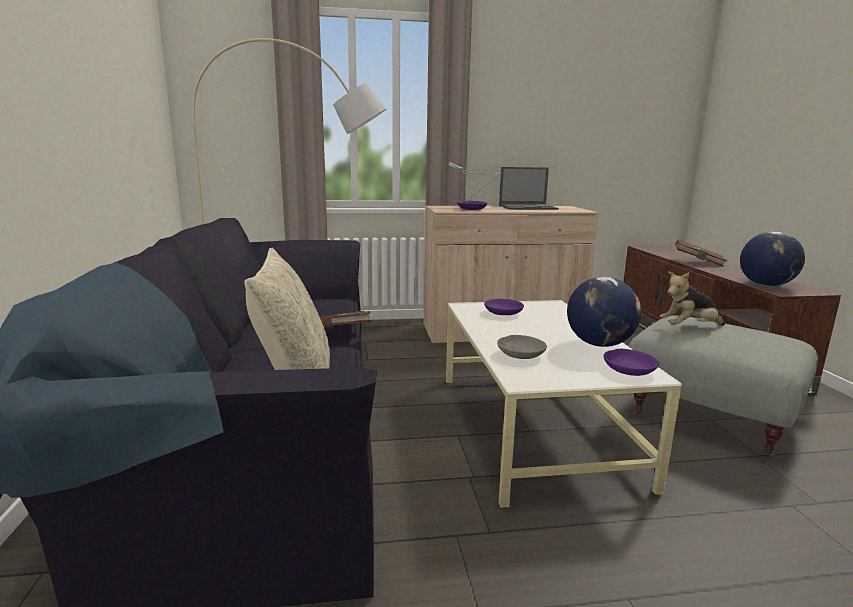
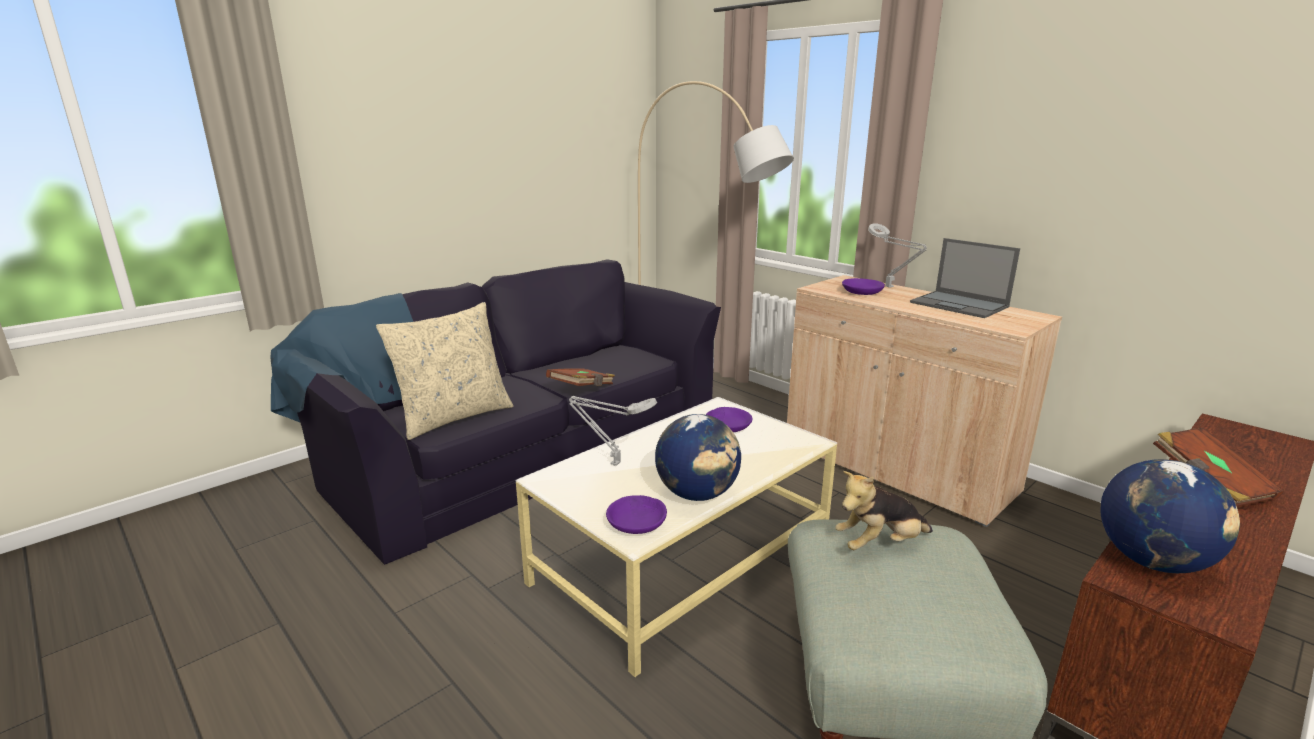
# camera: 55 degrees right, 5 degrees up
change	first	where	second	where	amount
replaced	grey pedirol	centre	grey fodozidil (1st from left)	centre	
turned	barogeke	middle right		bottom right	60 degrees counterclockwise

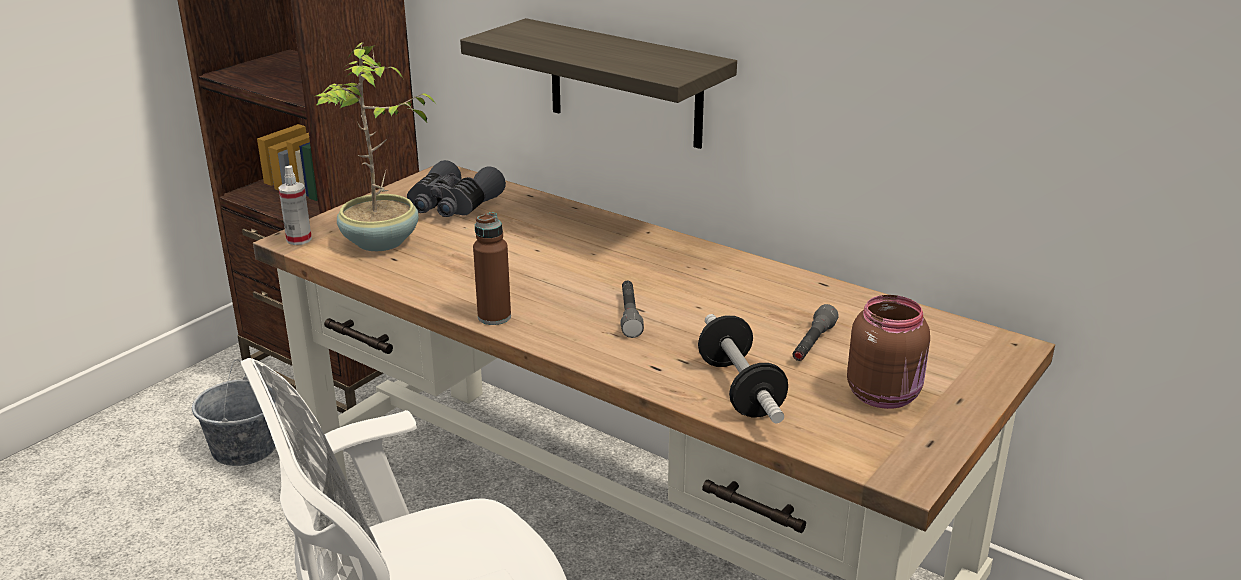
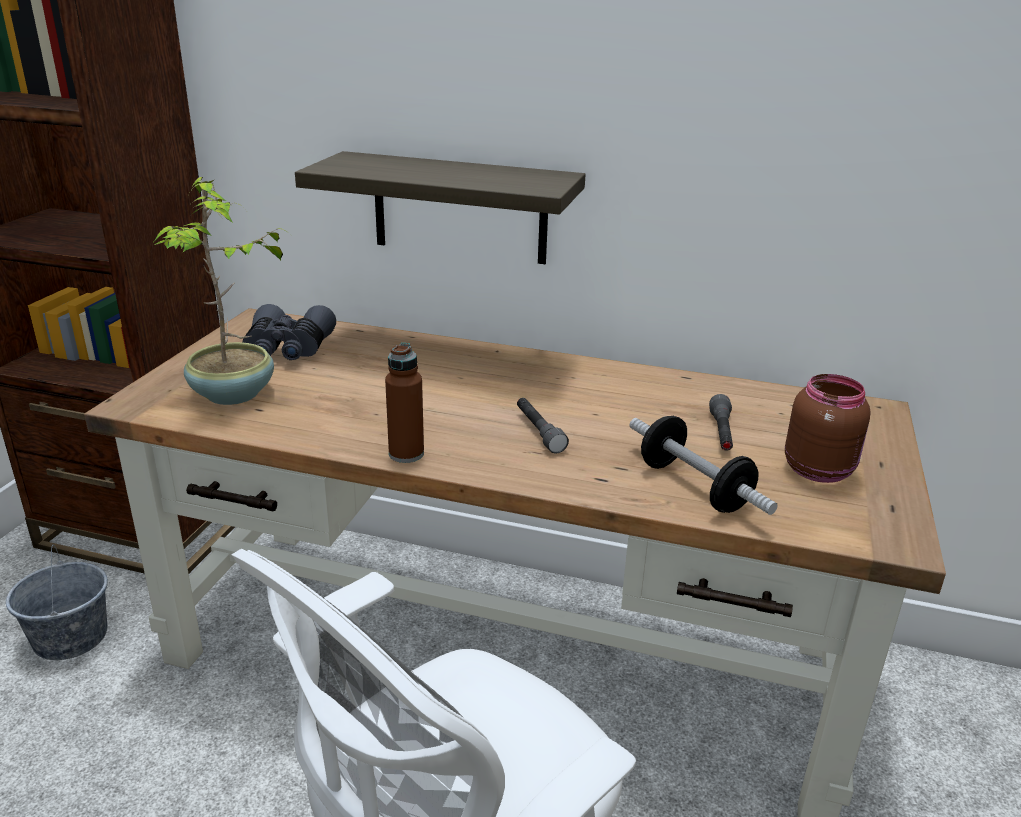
# camera: 20 degrees left, 0 degrees up
change	first	where	second	where	amount
removed	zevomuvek	middle left			

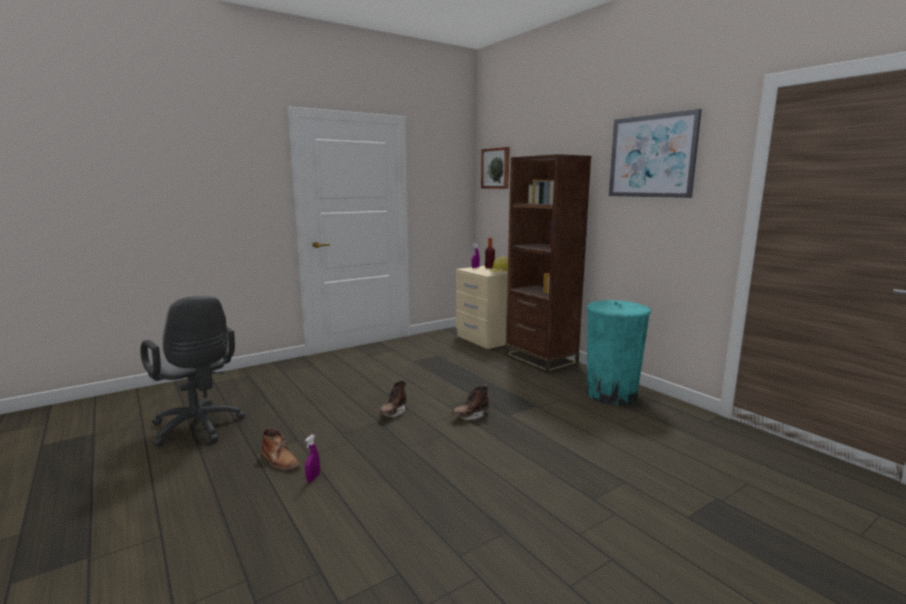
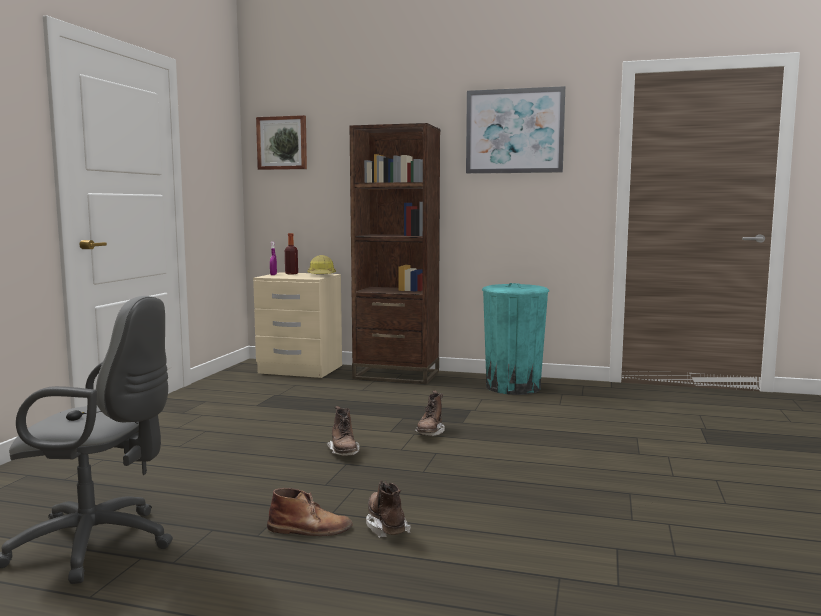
# camera: 40 degrees left, 5 degrees down
change	first	where	second	where	amount
replaced	purple zevomuvek (1st from left)	bottom centre	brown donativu (3rd from left)	bottom centre	

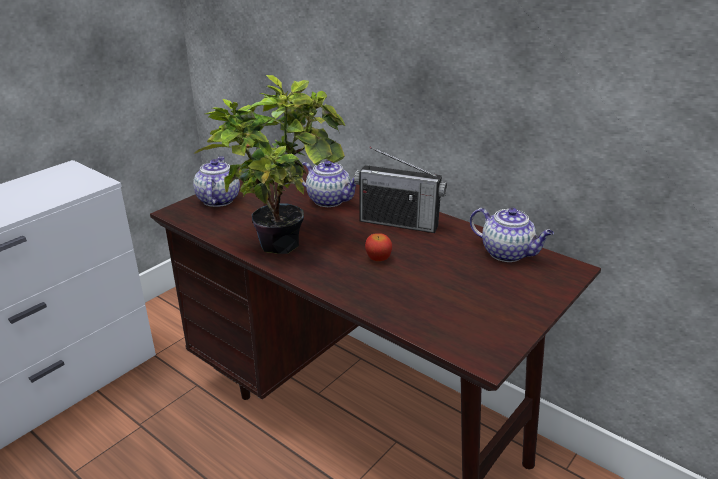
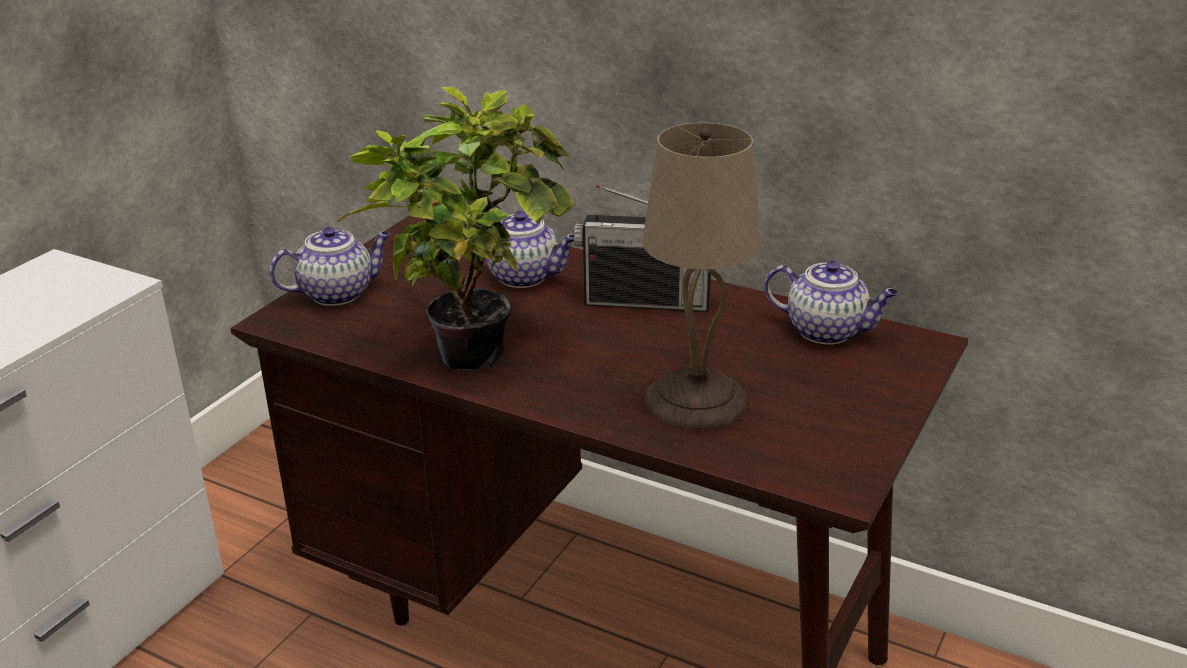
# camera: 10 degrees left, 0 degrees up
change	first	where	second	where	amount
turned	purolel (1st from left)	middle left		middle left	75 degrees clockwise
removed	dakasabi	centre			
added			beige fodozidil	centre	

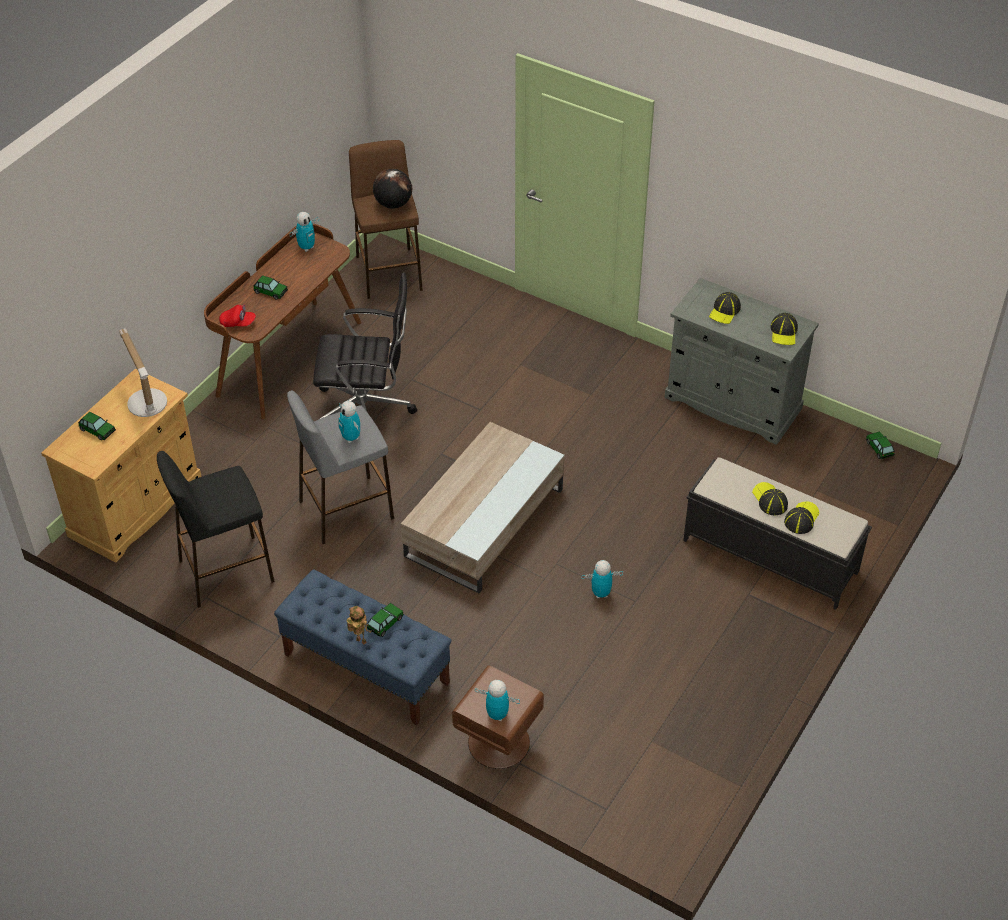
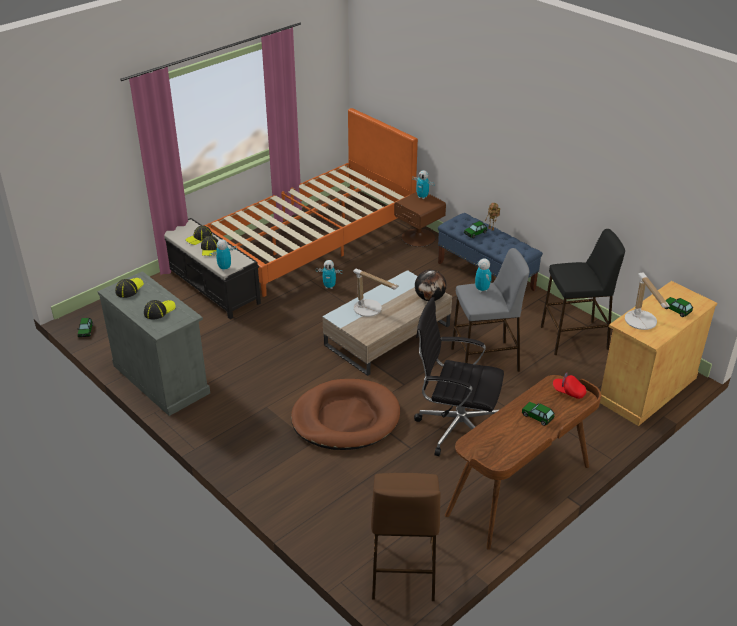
# camera: 165 degrees left, 10 degrees down
change	first	where	second	where	amount
moved	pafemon (1st from left)	top left		middle left	
moved	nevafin	top centre		centre	
added			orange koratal	top centre	
added			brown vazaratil	centre	
added			fodozidil (1st from left)	centre	

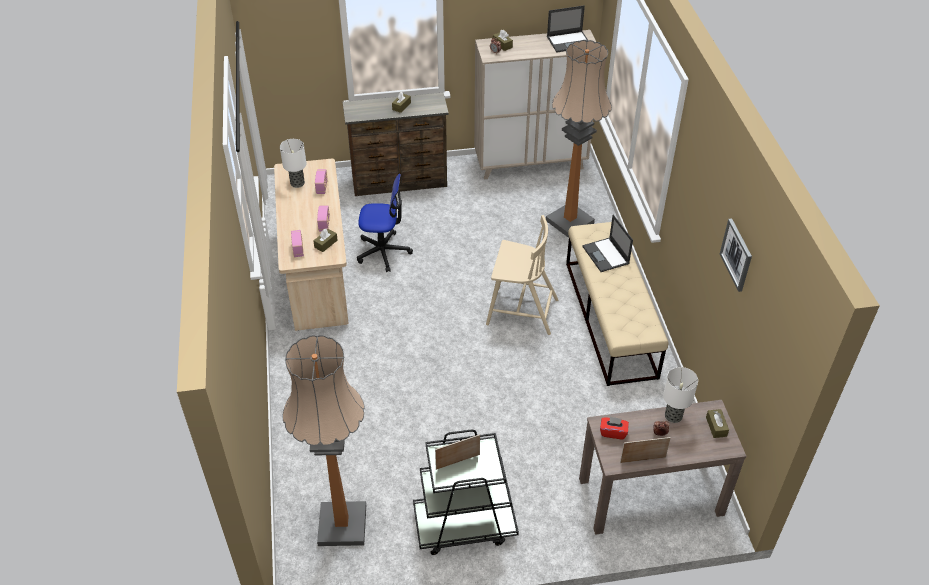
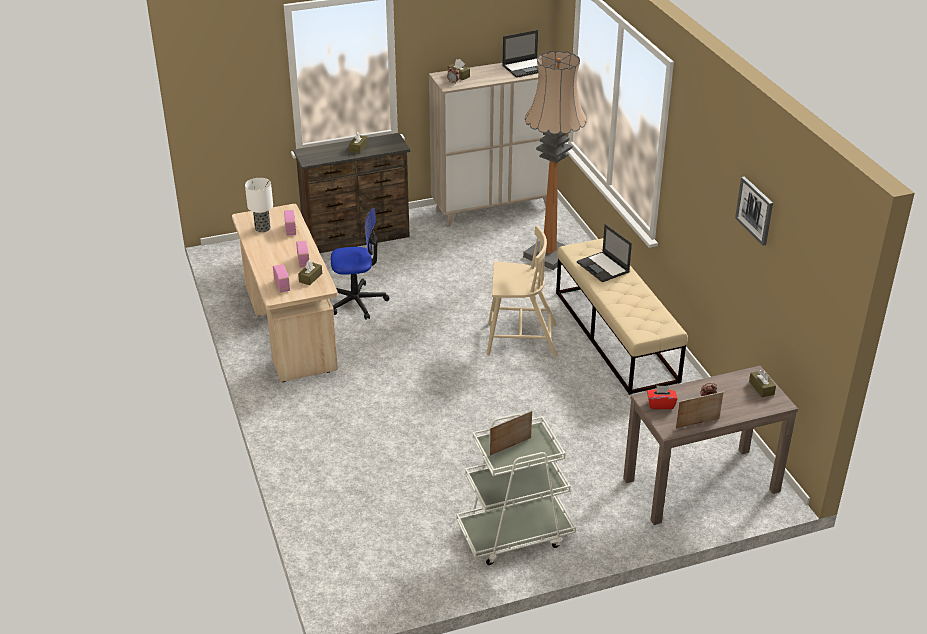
# camera: 10 degrees left, 10 degrees down
change	first	where	second	where	amount
removed	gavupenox (1st from left)	bottom centre			
recoloured	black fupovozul	bottom centre	white fupovozul	bottom centre	
removed	fodozidil (2nd from left)	bottom right			

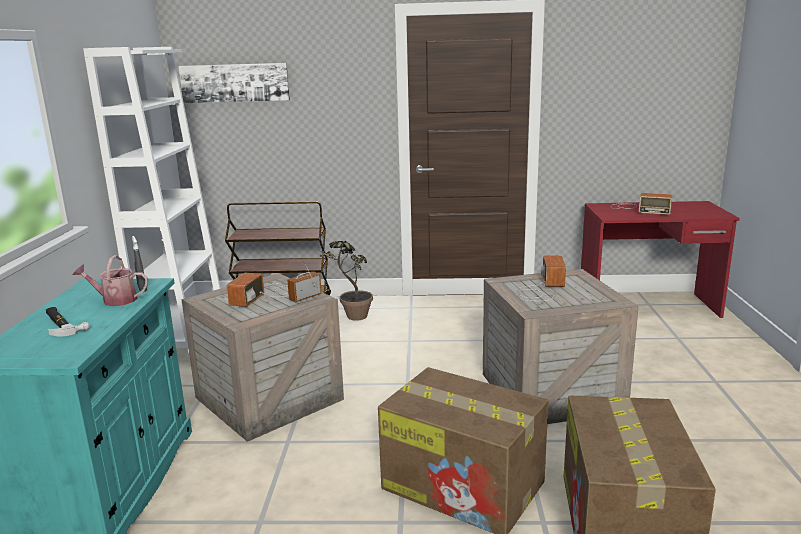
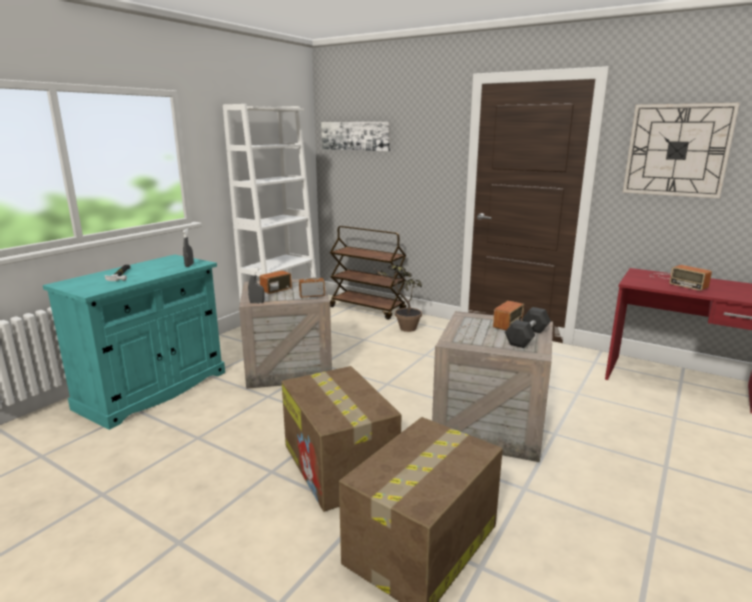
# camera: 30 degrees right, 0 degrees up
change	first	where	second	where	amount
removed	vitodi	middle left			
added			grey zevomuvek (2nd from left)	centre	
added			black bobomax	middle right	
added			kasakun	top right	

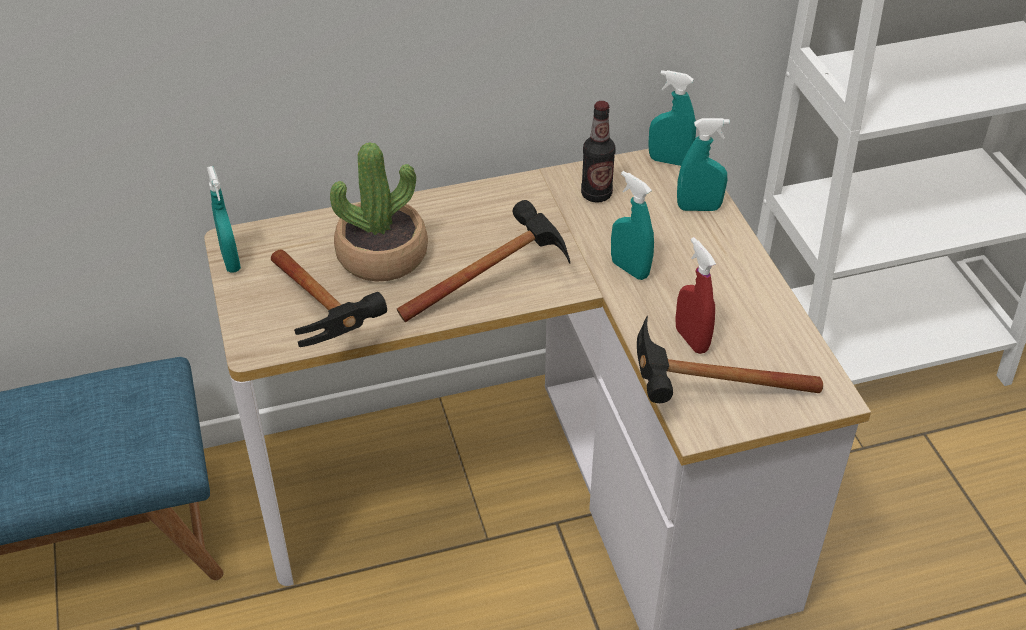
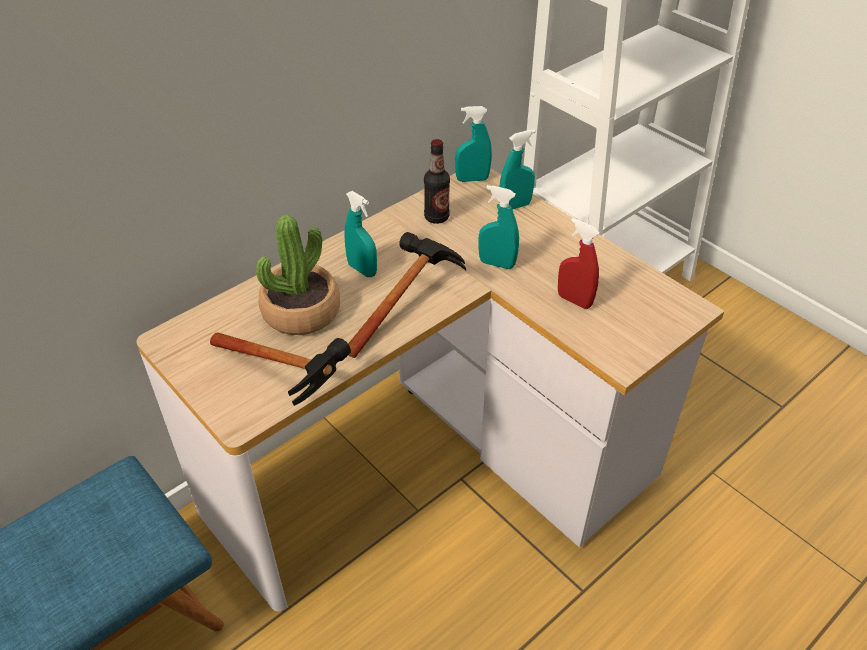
# camera: 25 degrees left, 0 degrees up
change	first	where	second	where	amount
moved	turquoise zevomuvek (1st from left)	middle left		centre	
removed	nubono (3rd from left)	middle right			

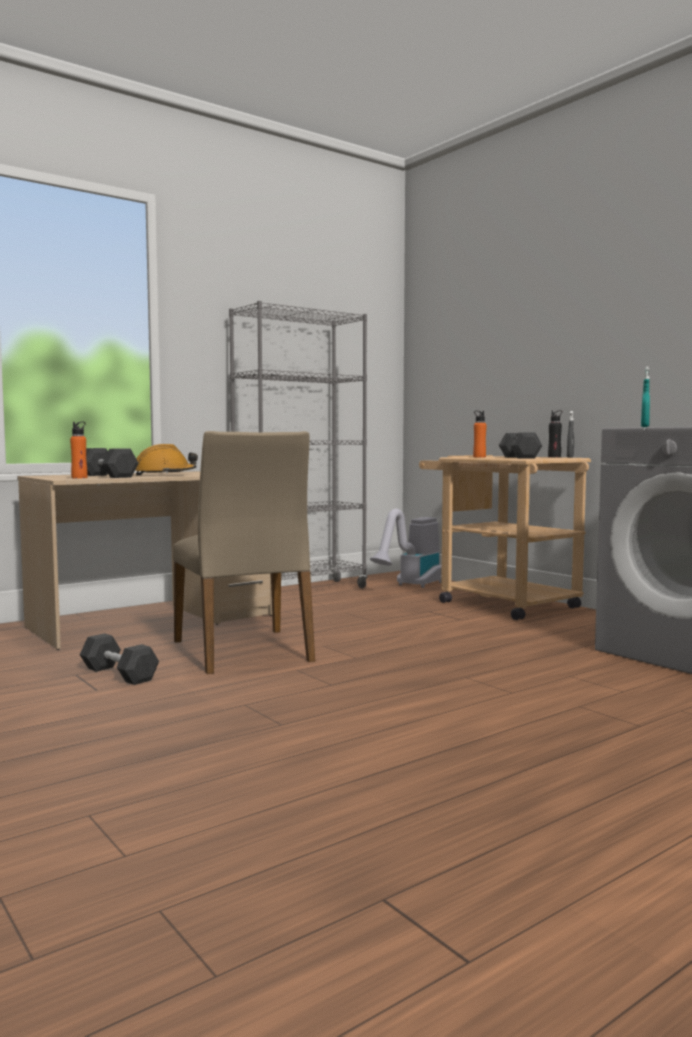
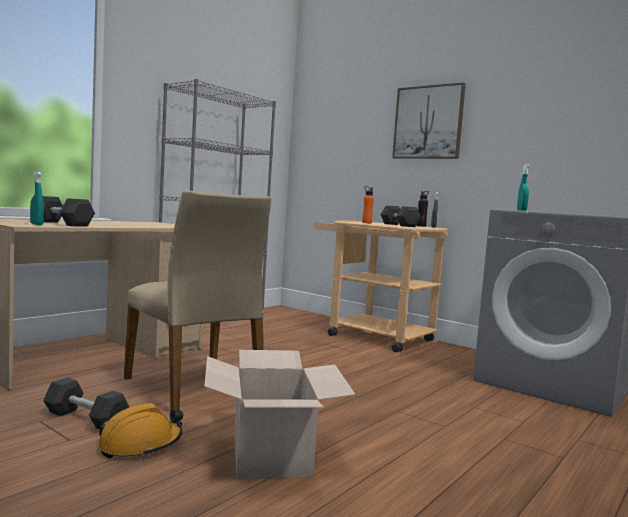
# camera: 15 degrees left, 0 degrees up
change	first	where	second	where	amount
replaced	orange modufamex (1st from left)	middle left	turquoise zevomuvek (1st from left)	middle left	
moved	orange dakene	middle left		bottom left	
removed	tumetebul	centre			
added			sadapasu	bottom centre	
added			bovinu	top right	

